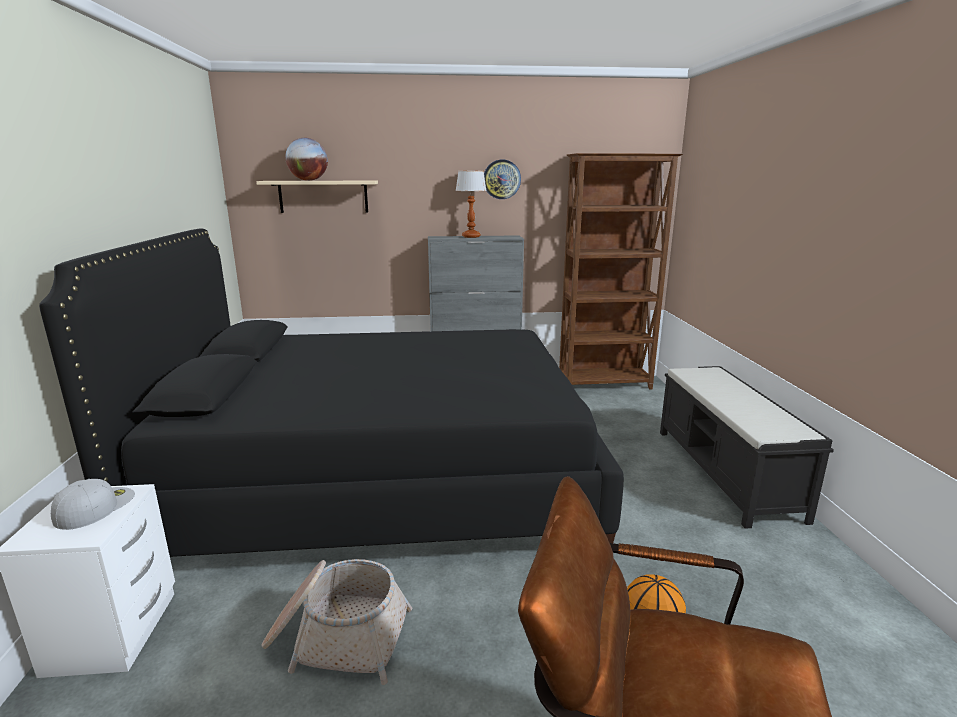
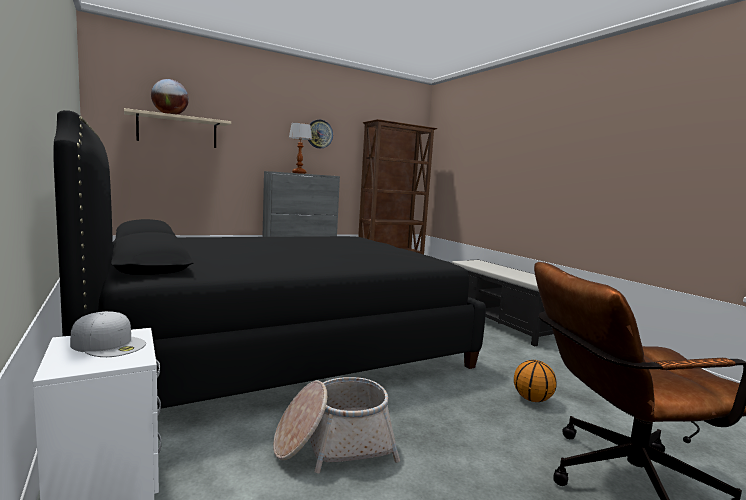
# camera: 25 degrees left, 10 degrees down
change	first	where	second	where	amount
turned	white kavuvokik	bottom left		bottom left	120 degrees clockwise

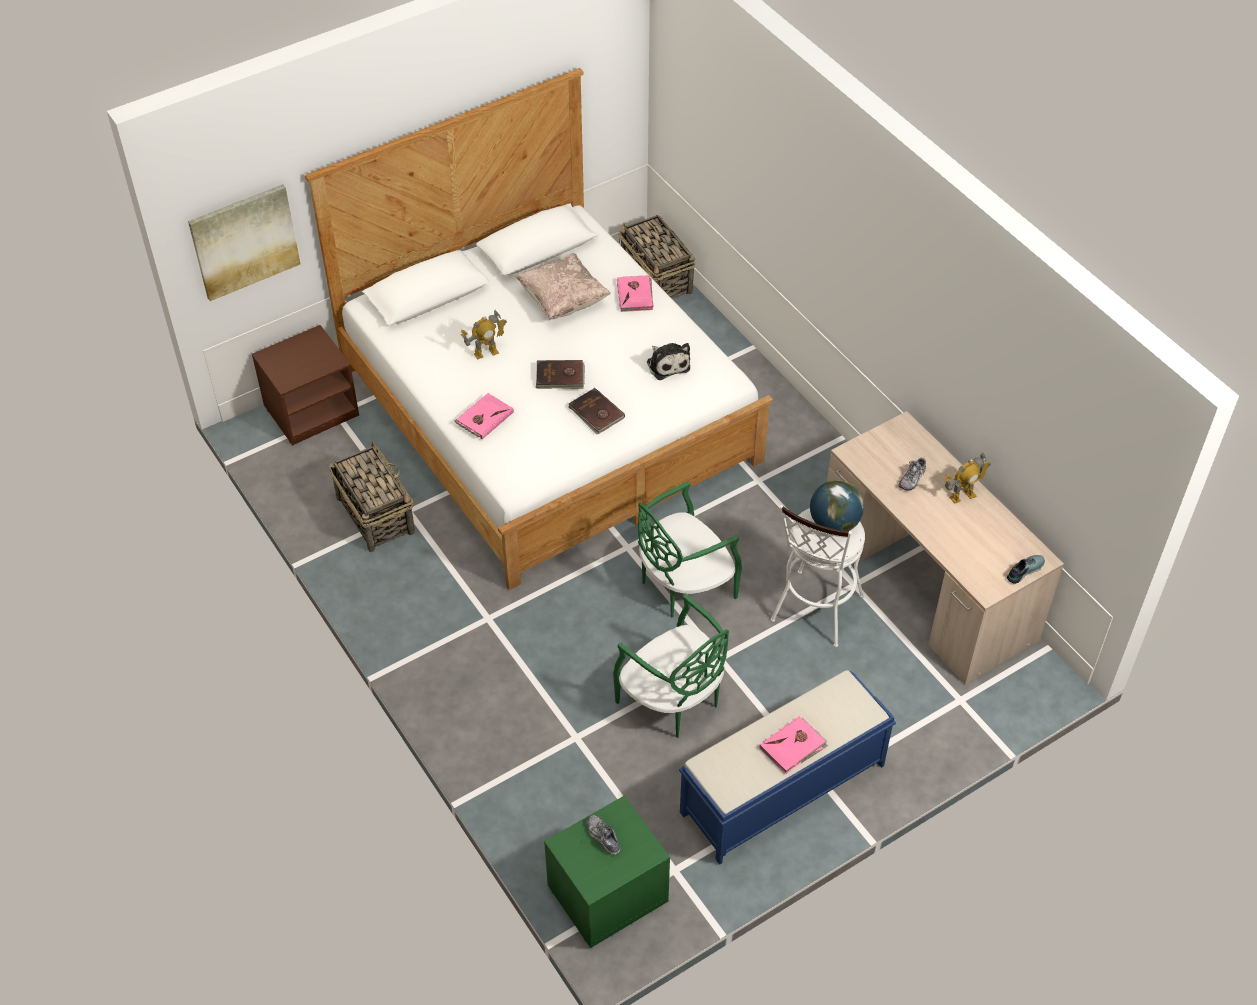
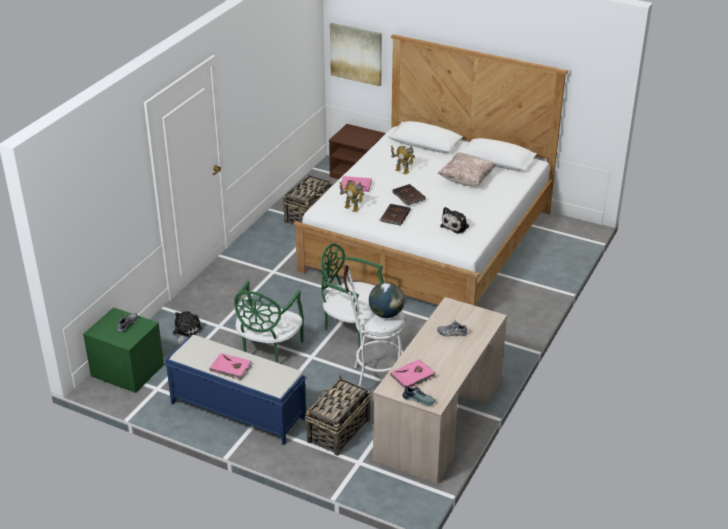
# camera: 60 degrees right, 15 degrees down
change	first	where	second	where	amount
moved	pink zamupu (2nd from left in the first image)	top centre	pink zamupu (3rd from left)	bottom centre	
moved	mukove (2nd from left)	top centre		bottom centre	
moved	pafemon (2nd from left in the first image)	middle right	pafemon (1st from left)	centre	
added			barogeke (1st from left)	middle left	

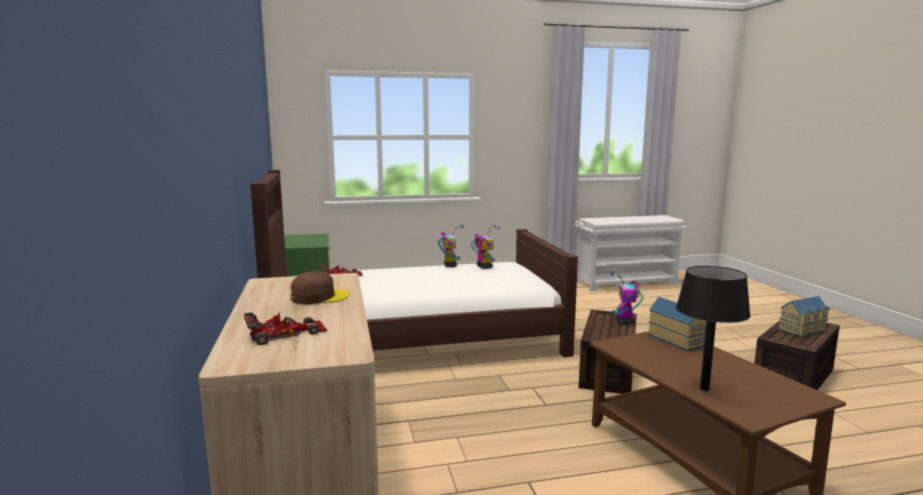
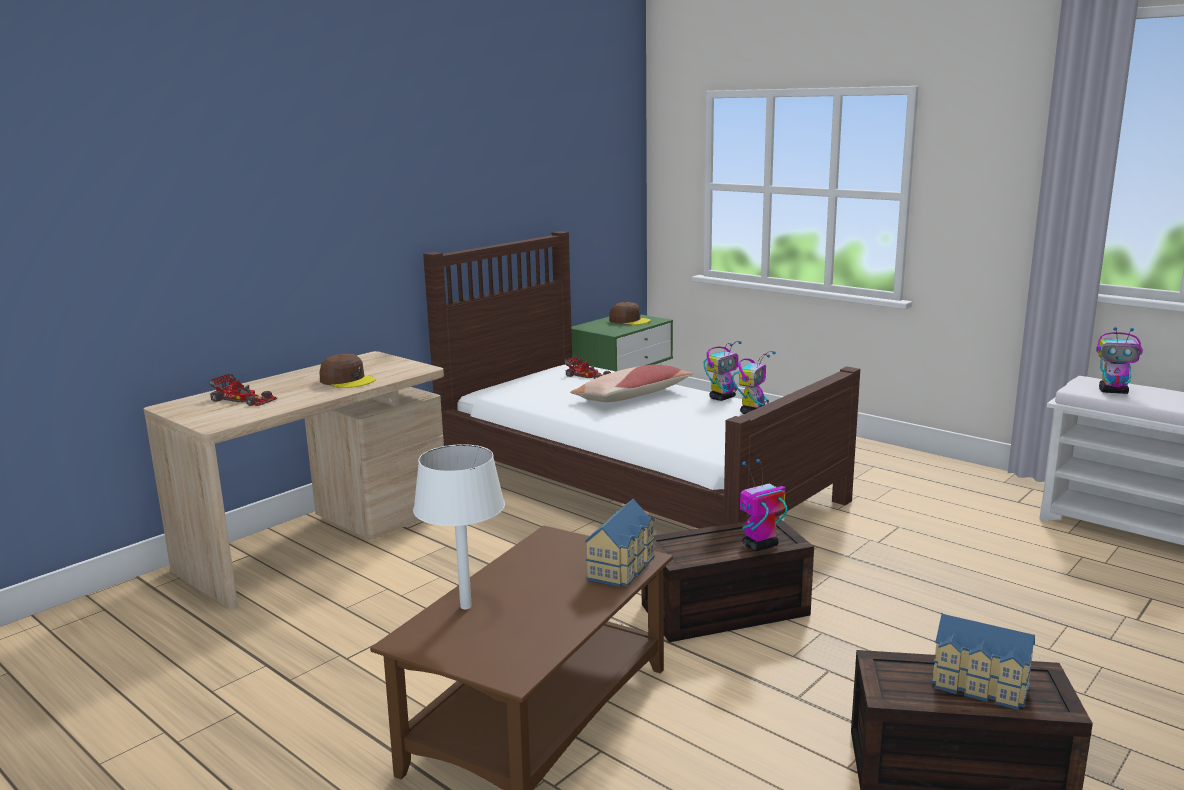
# camera: 55 degrees right, 5 degrees up
change	first	where	second	where	amount
recoloured	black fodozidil	middle right	white fodozidil	centre	
added			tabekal	centre	
added			brown kavuvokik (2nd from left)	centre	
added			pafemon (4th from left)	middle right	

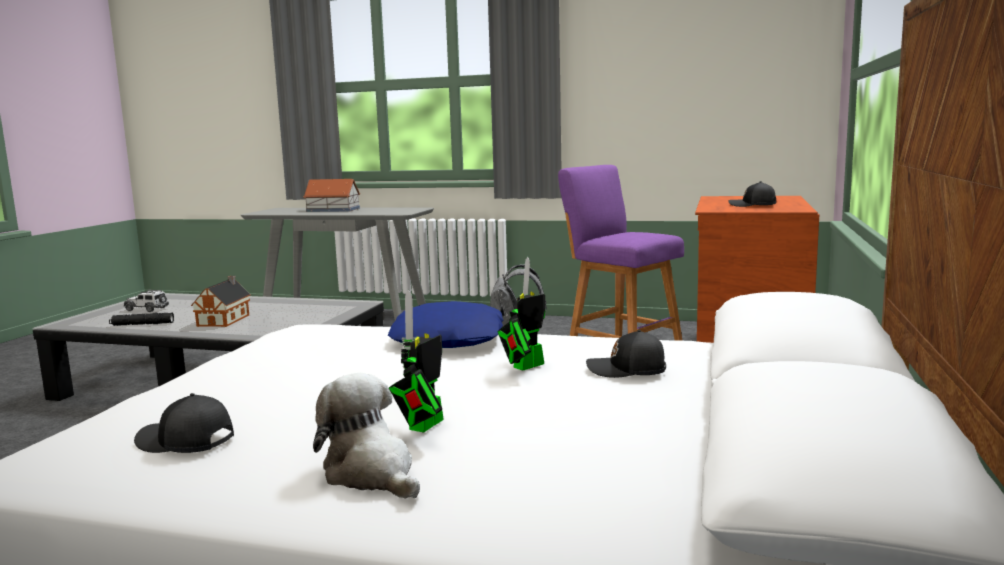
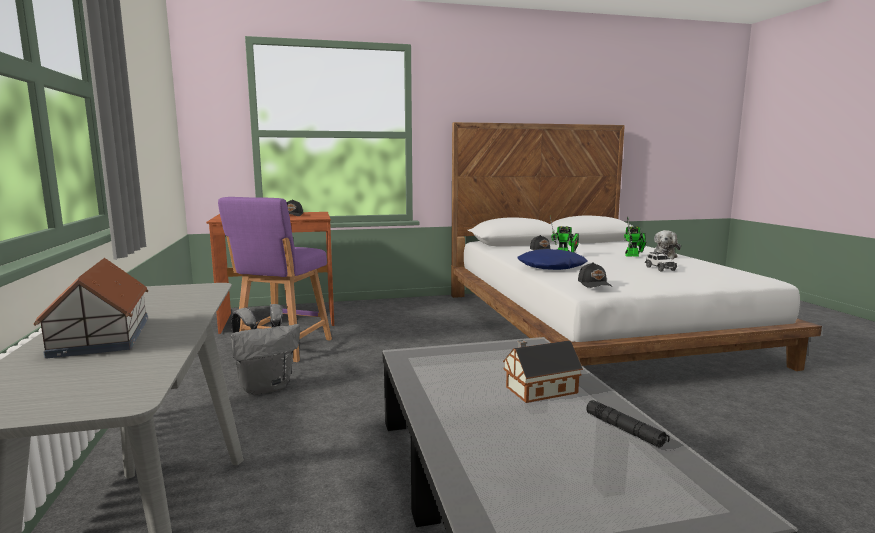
# camera: 120 degrees left, 0 degrees up
change	first	where	second	where	amount
moved	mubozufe	middle left		middle right	
moved	black kavuvokik (1st from left in the first image)	bottom left	black kavuvokik (3rd from left)	middle right	

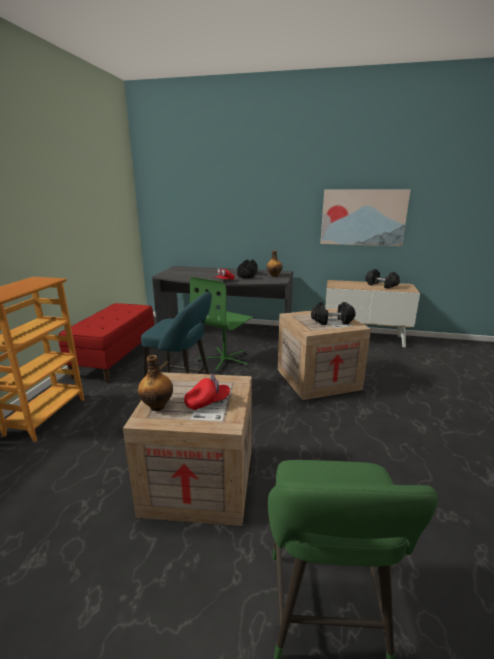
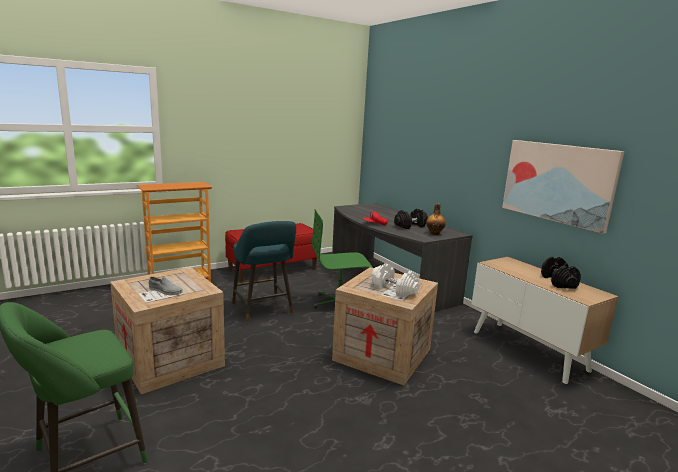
# camera: 45 degrees right, 5 degrees down
change	first	where	second	where	amount
removed	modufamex (1st from left)	middle left			
replaced	red kavuvokik (1st from left)	centre	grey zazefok	middle left	
recoloured	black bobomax (2nd from left)	middle right	white bobomax	centre	

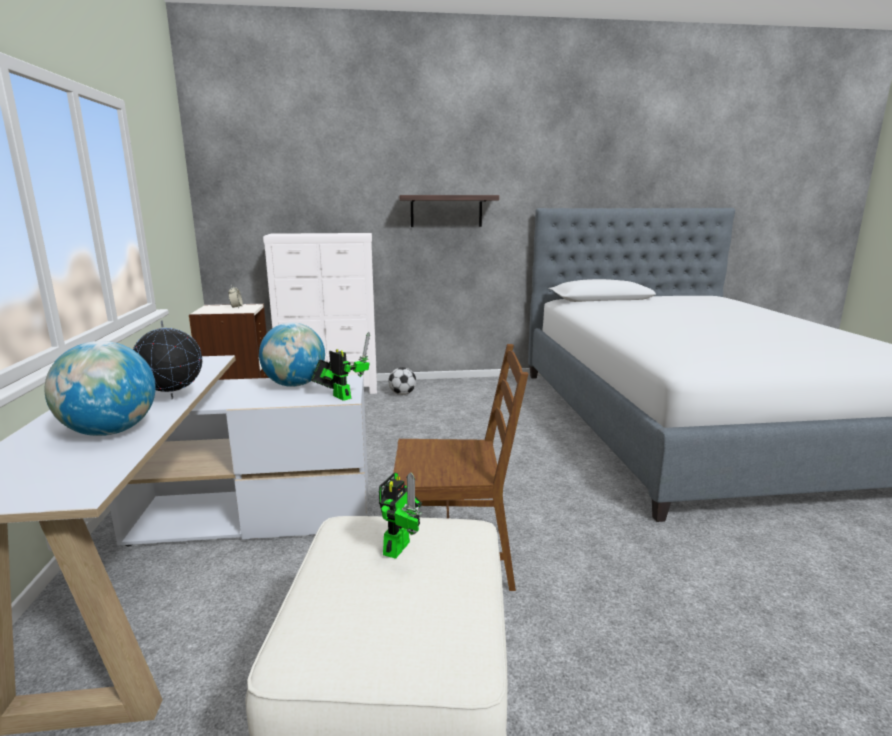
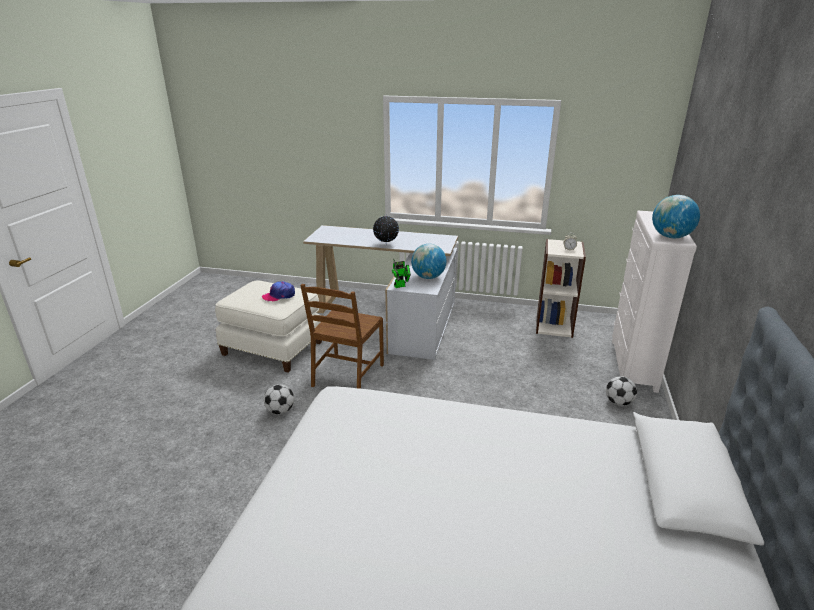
# camera: 110 degrees right, 10 degrees up
change	first	where	second	where	amount
moved	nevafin (1st from left in the first image)	middle left	nevafin (3rd from left)	middle right	
replaced	pafemon (2nd from left)	bottom centre	kavuvokik	centre	
removed	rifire	top centre			
added			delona (1st from left)	centre	

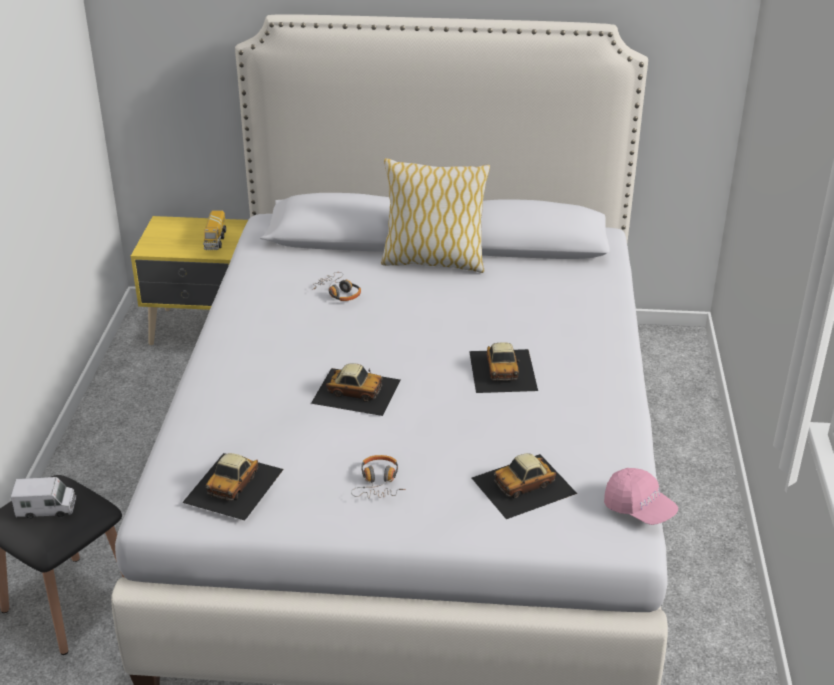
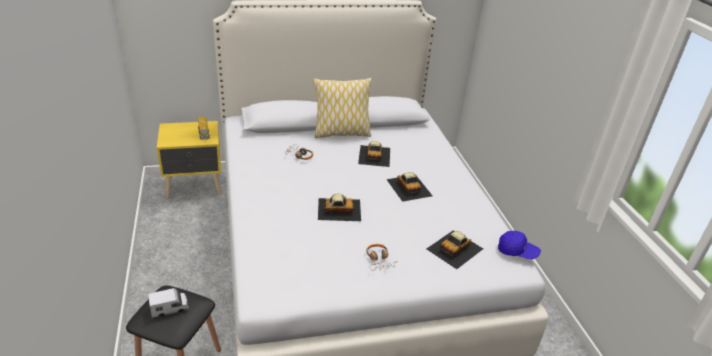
# camera: 20 degrees left, 0 degrees up
change	first	where	second	where	amount
moved	mubozufe (1st from left in the first image)	bottom left	mubozufe (2nd from left)	centre	
recoloured	pink kavuvokik	bottom right	blue kavuvokik	bottom right	

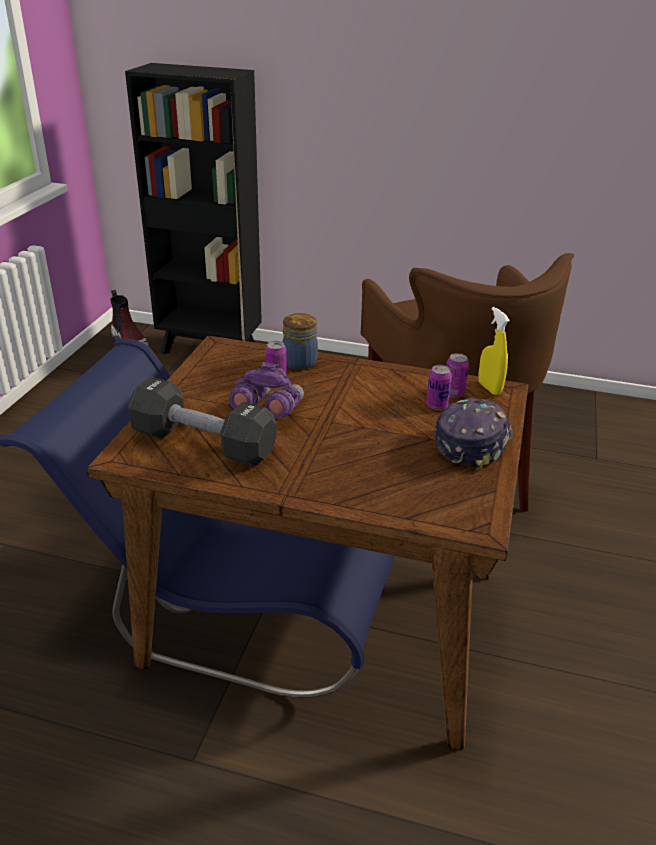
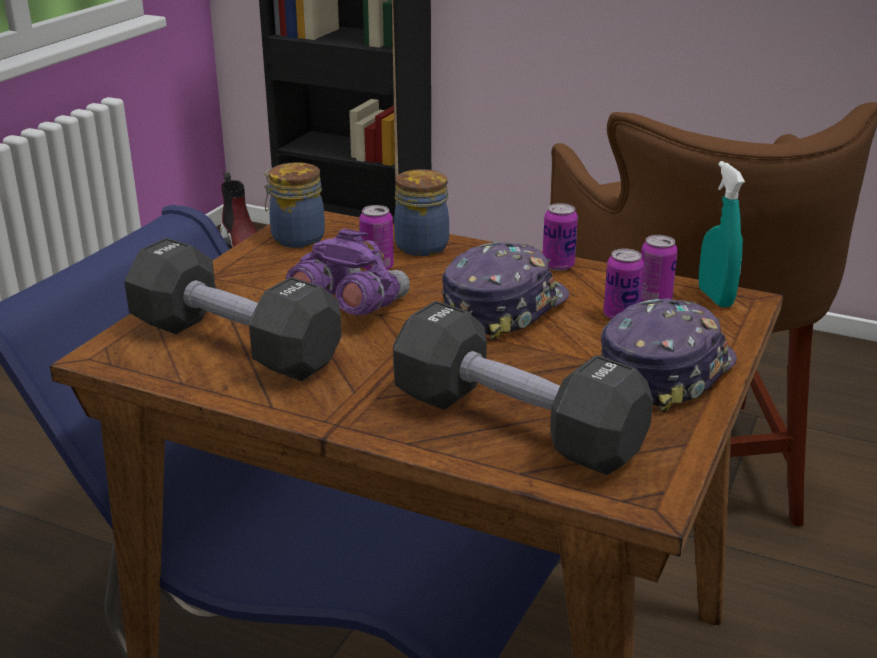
# camera: 10 degrees right, 5 degrees down
change	first	where	second	where	amount
recoloured	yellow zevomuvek	middle right	turquoise zevomuvek	middle right	
added			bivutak (1st from left)	top centre	
added			black bobomax (2nd from left)	centre	
added			kavuvokik (1st from left)	centre	
added			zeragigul (2nd from left)	centre	

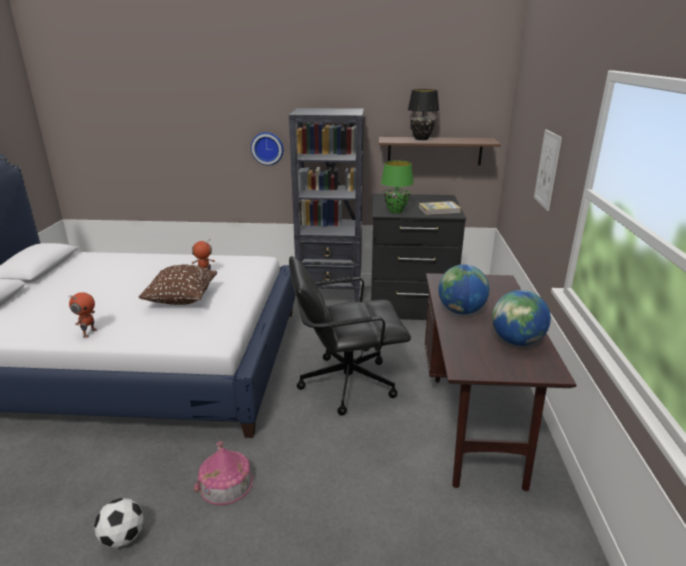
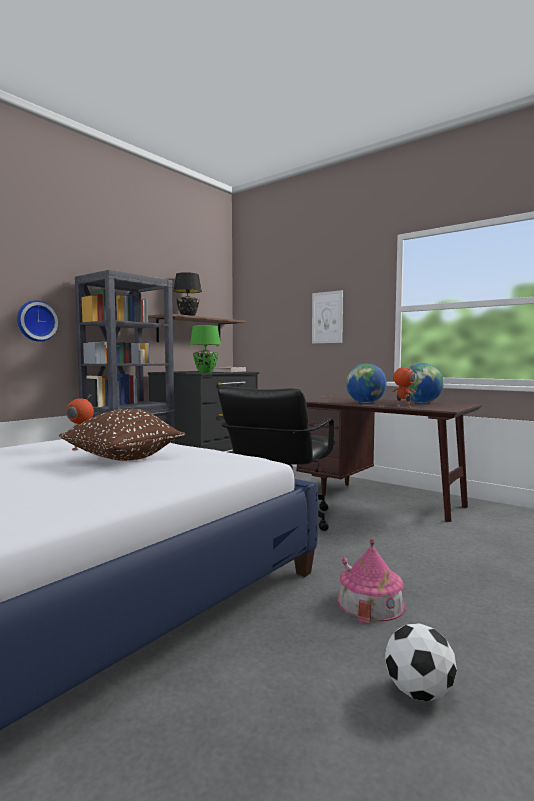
# camera: 55 degrees left, 20 degrees down
change	first	where	second	where	amount
moved	pafemon (1st from left in the first image)	middle left	pafemon (2nd from left)	middle right	

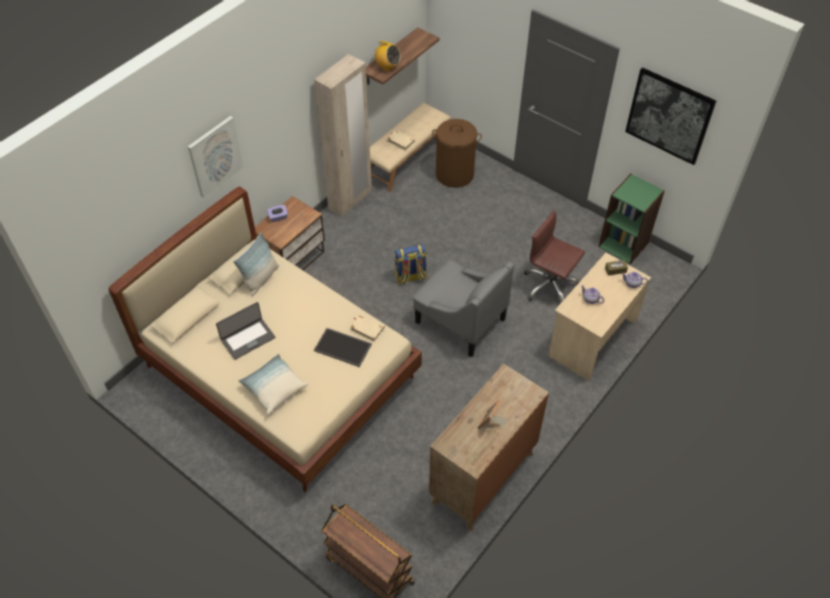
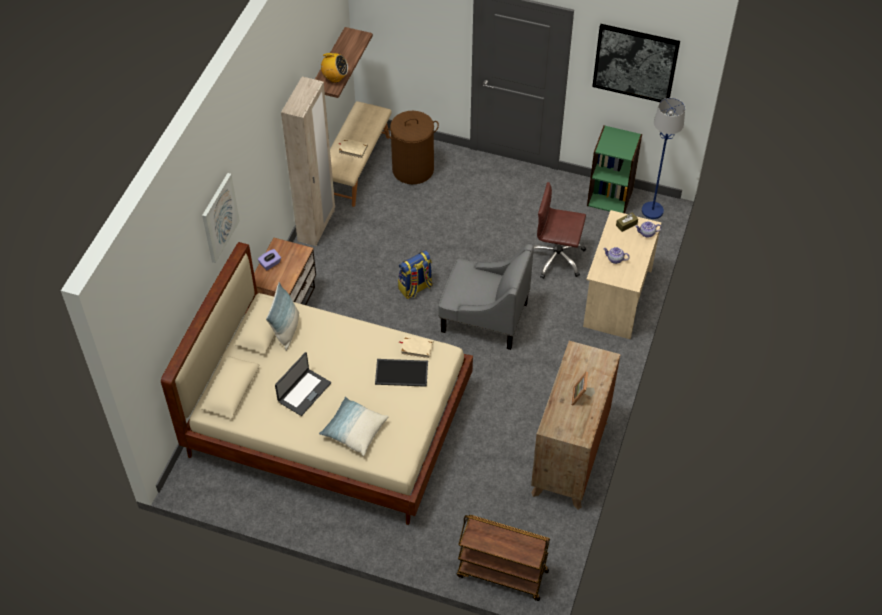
# camera: 20 degrees left, 0 degrees up
change	first	where	second	where	amount
added			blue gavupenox	top right	

